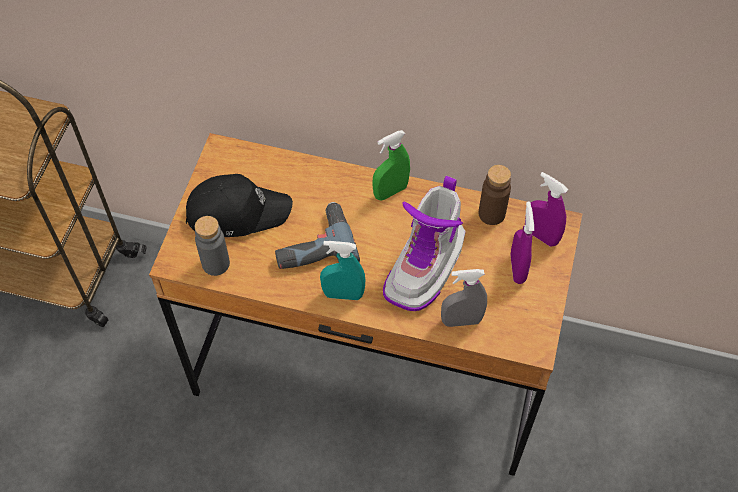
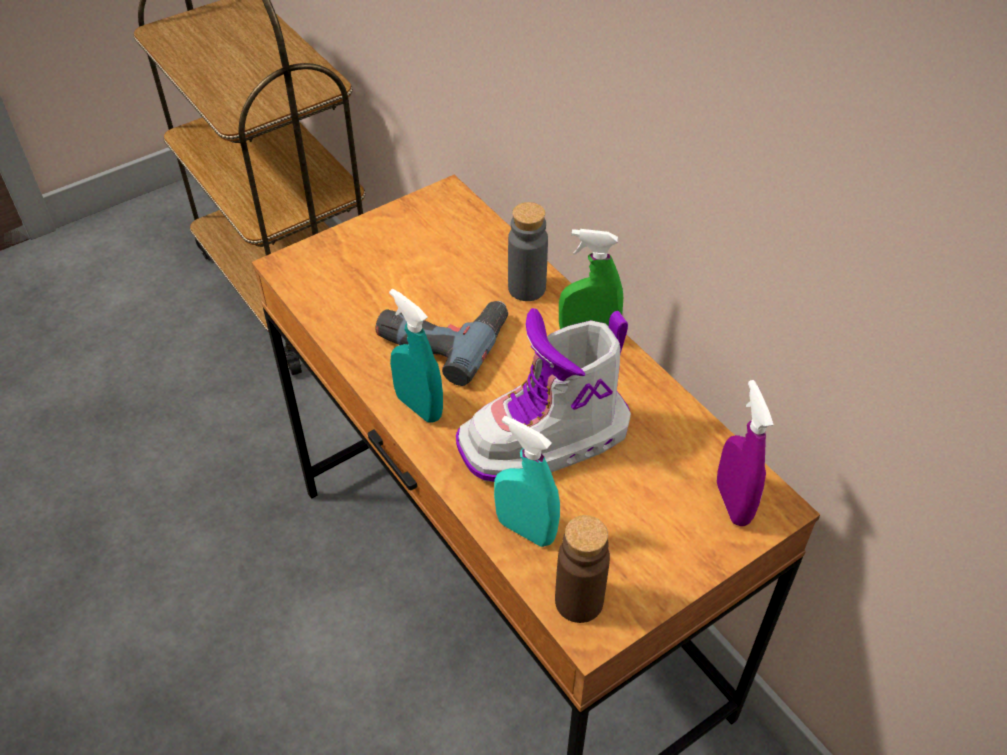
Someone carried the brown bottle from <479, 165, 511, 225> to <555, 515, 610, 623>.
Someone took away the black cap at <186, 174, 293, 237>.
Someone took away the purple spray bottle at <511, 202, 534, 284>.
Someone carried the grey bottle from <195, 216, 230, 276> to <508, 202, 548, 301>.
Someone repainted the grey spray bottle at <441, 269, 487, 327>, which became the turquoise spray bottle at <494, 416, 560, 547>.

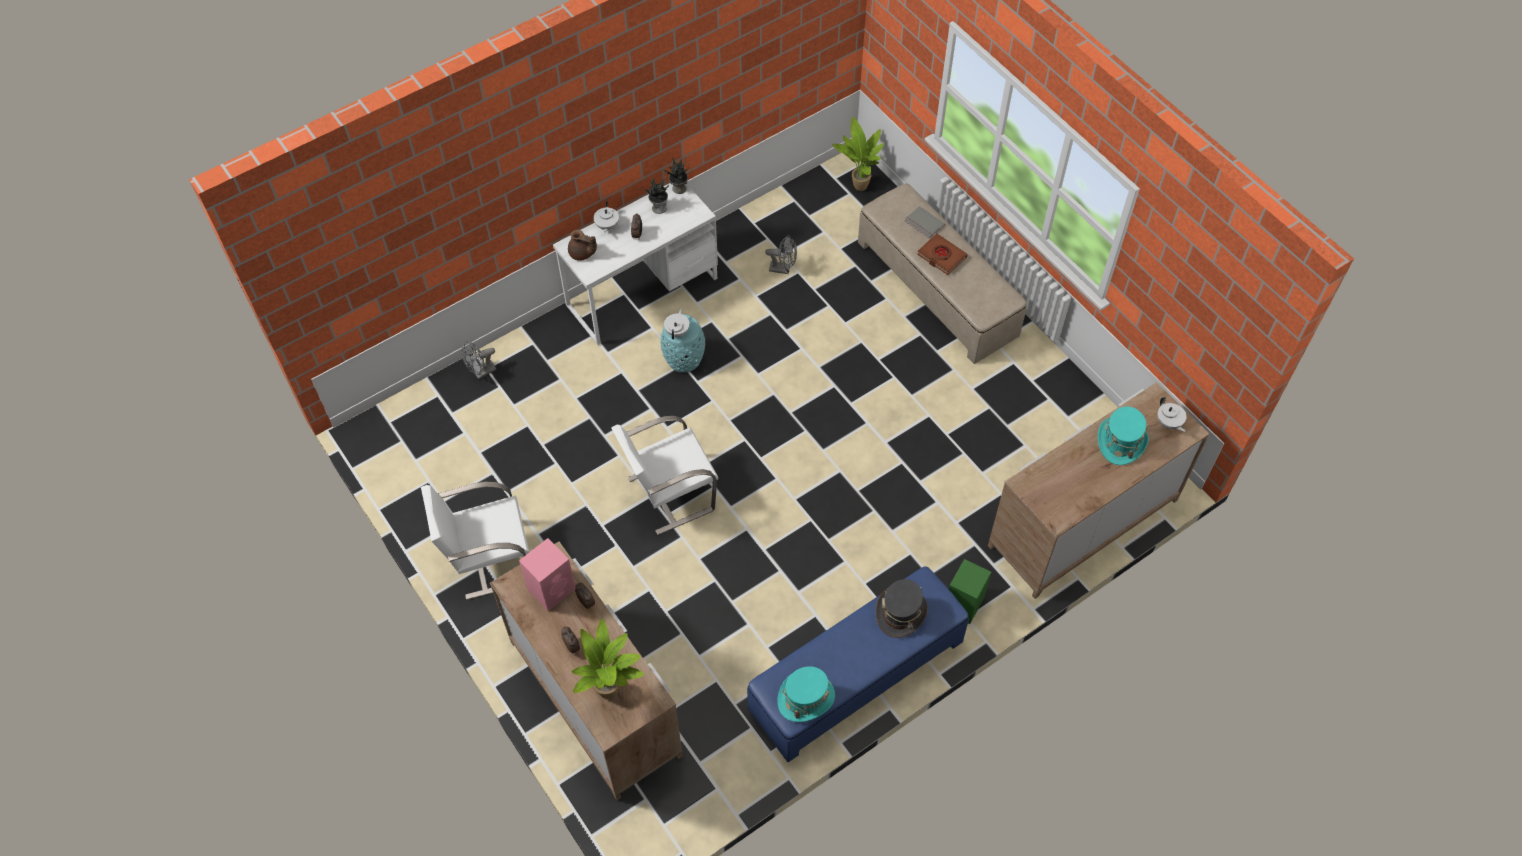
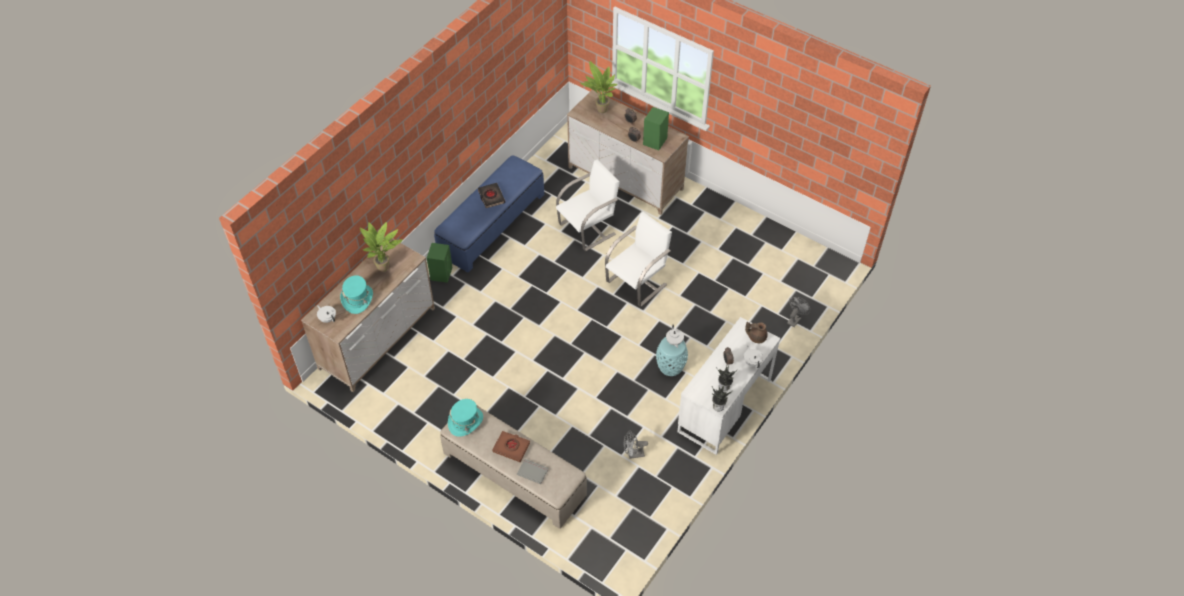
Someone carried the potted plant from <832, 117, 884, 191> to <360, 222, 403, 272>.
Someone carried the white chair from <421, 482, 530, 600> to <556, 159, 620, 251>.
Someone repainted the pink speaker at <519, 538, 576, 611>, which became the green speaker at <643, 107, 669, 150>.
Someone took away the grey hat at <876, 579, 928, 638>.
Someone carried the turquoise hat from <777, 666, 835, 722> to <448, 399, 483, 437>.
Someone put down the black book at <478, 183, 505, 208>.

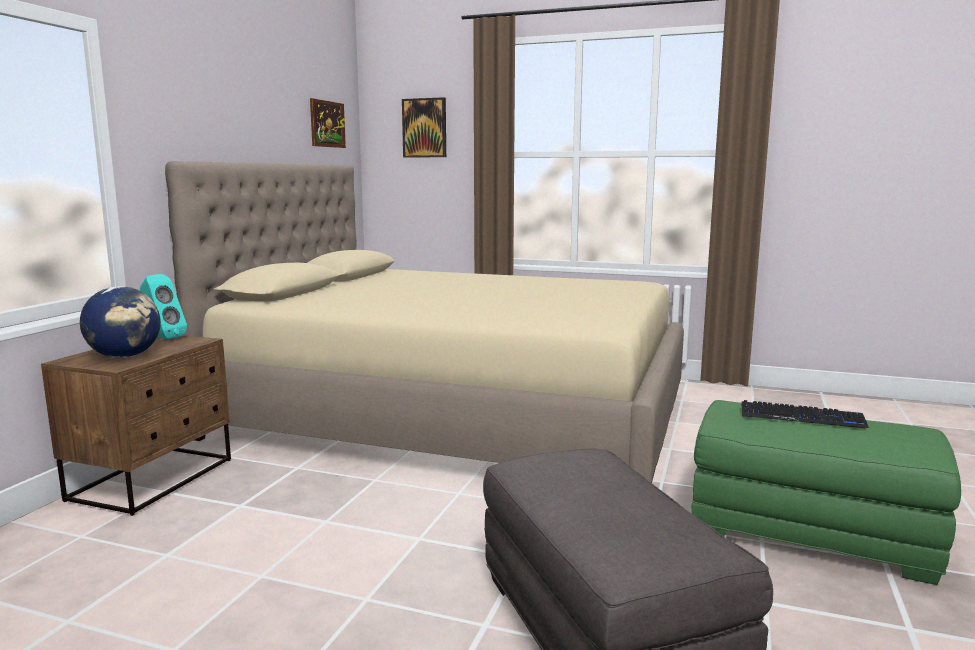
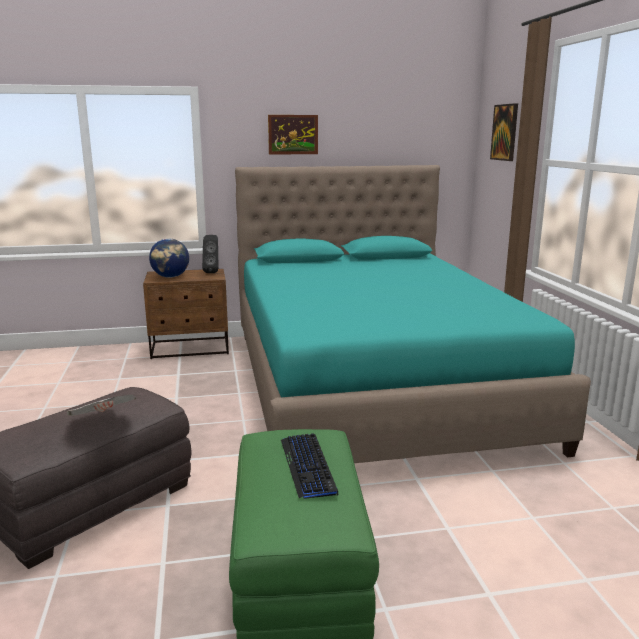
Someone carried the picture from <310, 98, 346, 148> to <268, 115, 318, 155>.
Someone repainted the beige bed at <165, 161, 684, 483>, which became the turquoise bed at <235, 165, 591, 463>.
Someone repainted the turquoise speaker at <140, 274, 187, 339>, which became the black speaker at <202, 235, 219, 273>.
Someone put down the newspaper at <66, 395, 137, 416>.

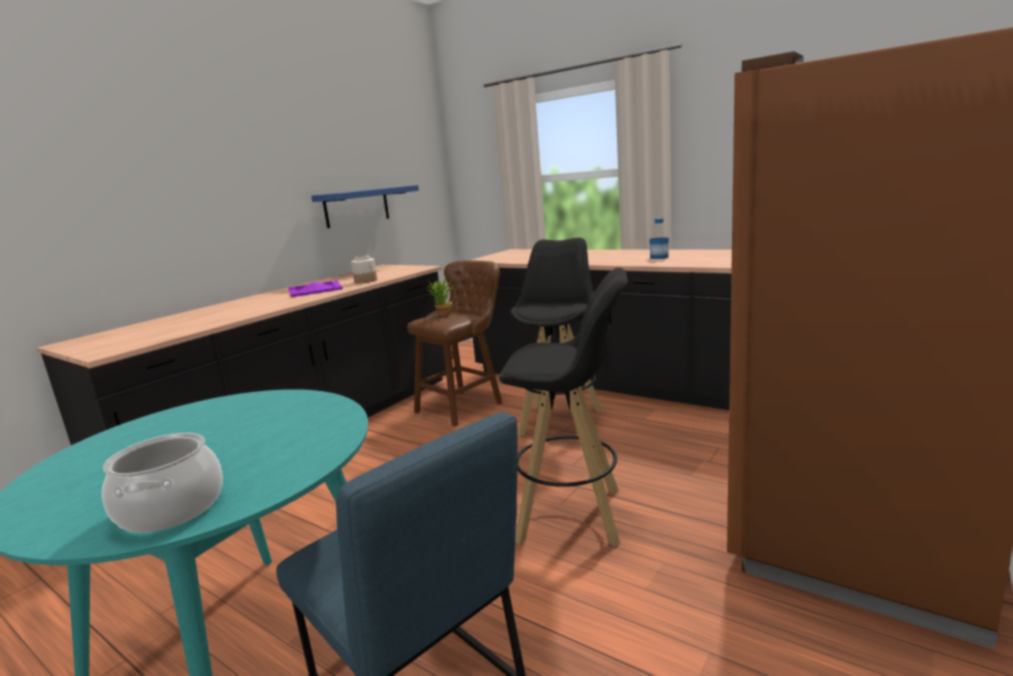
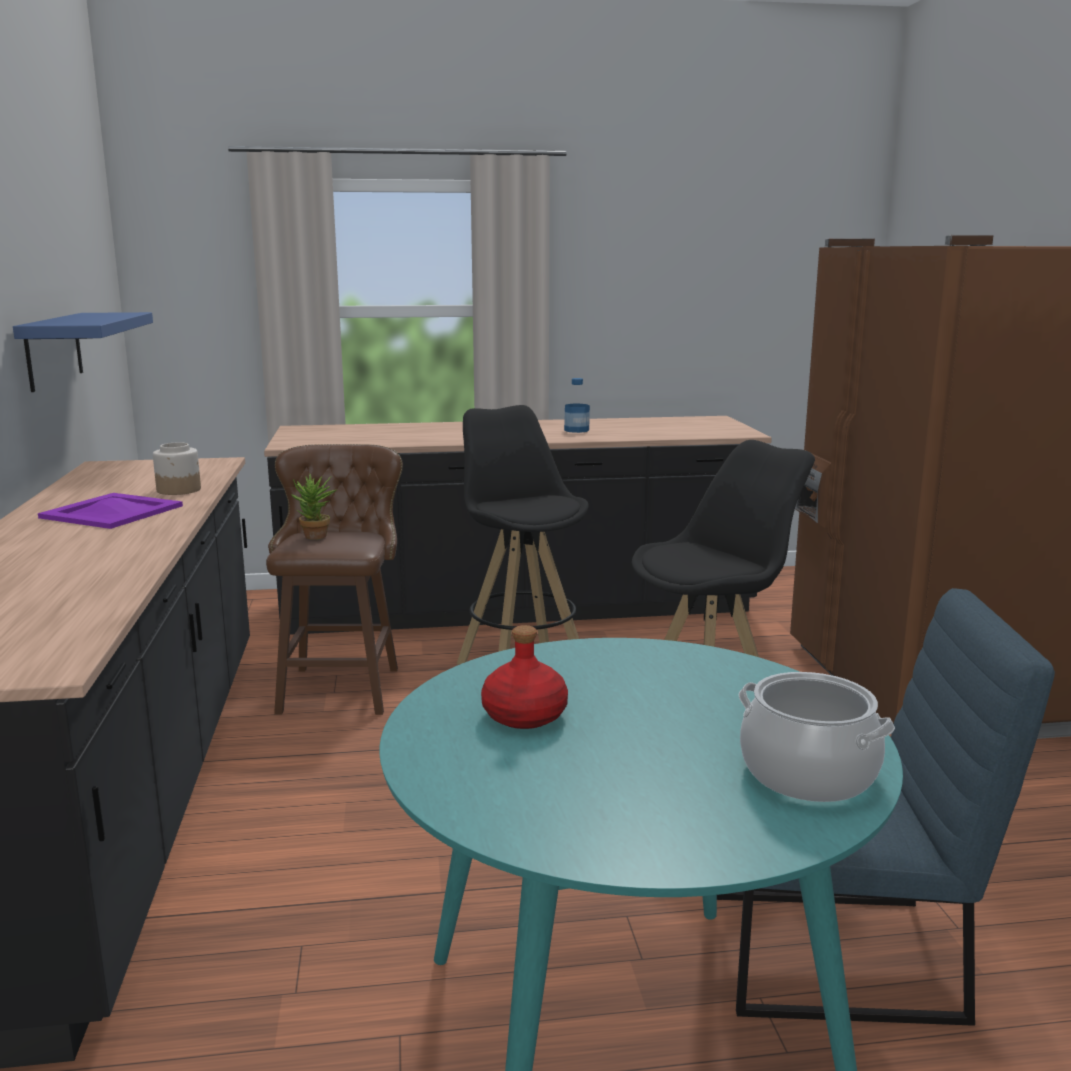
Someone put down the red bottle at <481, 625, 568, 729>.

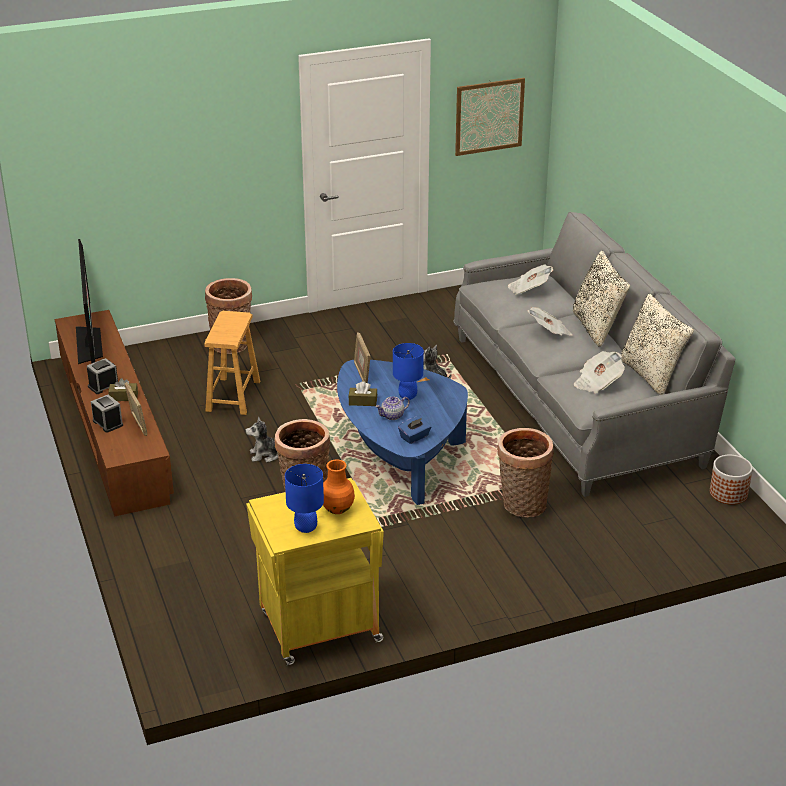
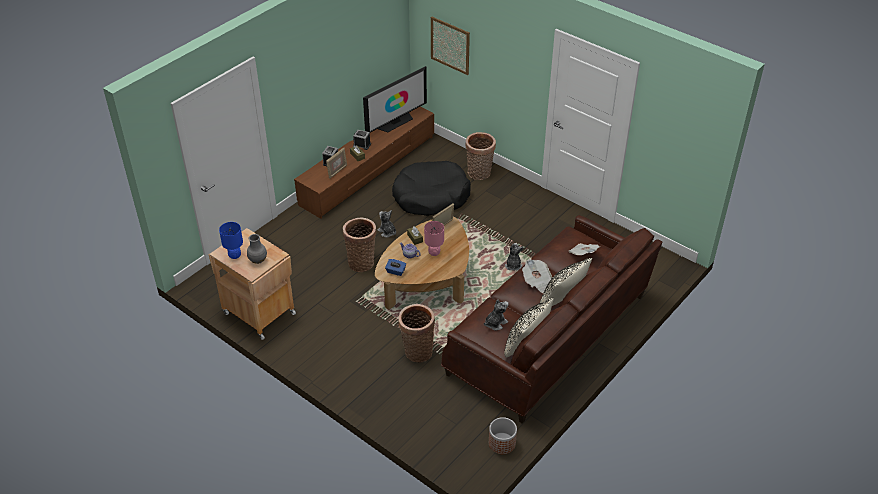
Someone carried the picture from <455, 78, 525, 156> to <431, 16, 470, 75>.
Someone repainted the grey sofa at <453, 212, 735, 497>, which became the brown sofa at <441, 215, 662, 424>.
Someone swapped the brown stool at <204, 311, 260, 415> for the black dog bed at <392, 161, 471, 216>.
Someone repainted the blue table lamp at <393, 343, 424, 400>, which became the pink table lamp at <424, 221, 444, 256>.
Someone swapped the newspaper at <574, 351, 625, 394> for the plush toy at <484, 299, 509, 330>.
Someone repainted the blue coffee table at <337, 360, 468, 505>, which became the brown coffee table at <375, 217, 469, 310>.
Someone repainted the orange vase at <323, 460, 355, 514>, which became the grey vase at <247, 234, 267, 264>.
Someone repainted the yellow cart at <246, 478, 384, 665>, which became the brown cart at <209, 228, 296, 340>.

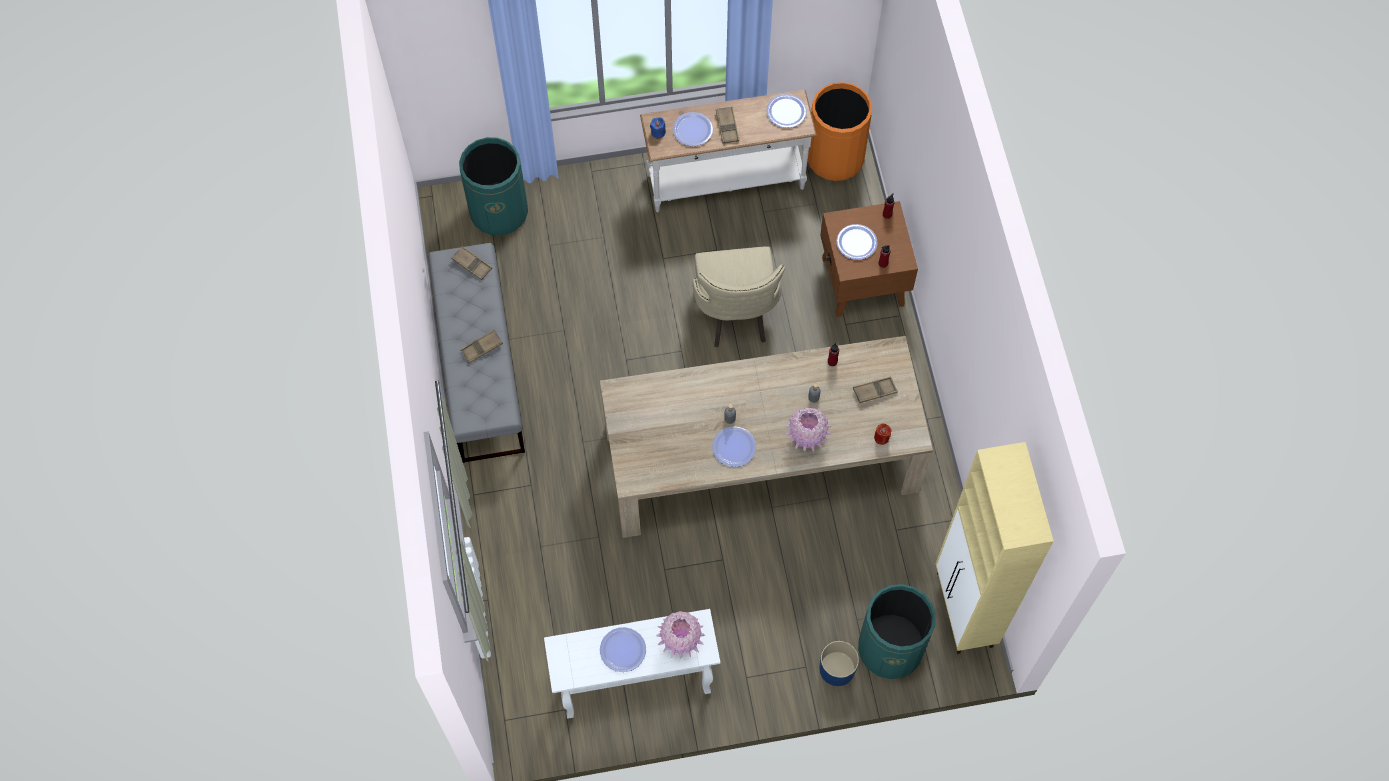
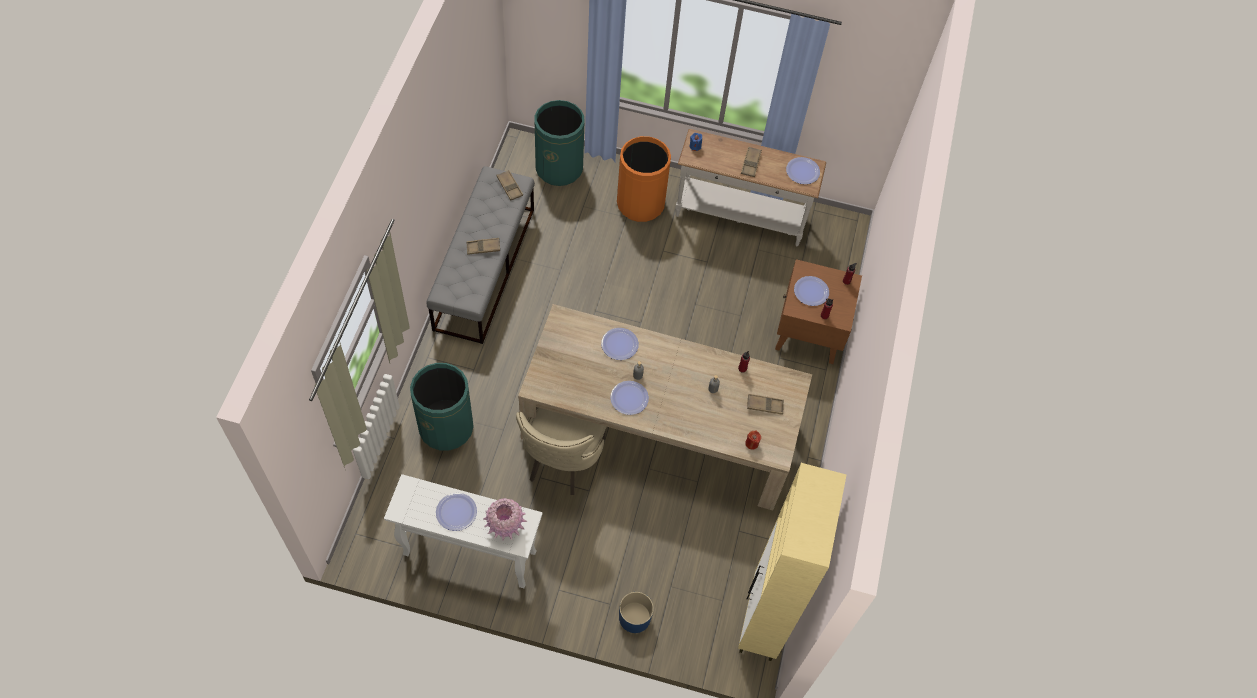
Someone carried the orange trash can from <808, 82, 872, 181> to <617, 136, 671, 222>.
Someone carried the plate from <673, 112, 713, 146> to <601, 328, 639, 360>.
Someone carried the beige chair from <693, 246, 785, 347> to <516, 407, 606, 495>.
Someone took away the pink vase at <785, 408, 831, 451>.
Someone carried the green trash can from <858, 584, 936, 679> to <410, 363, 474, 451>.

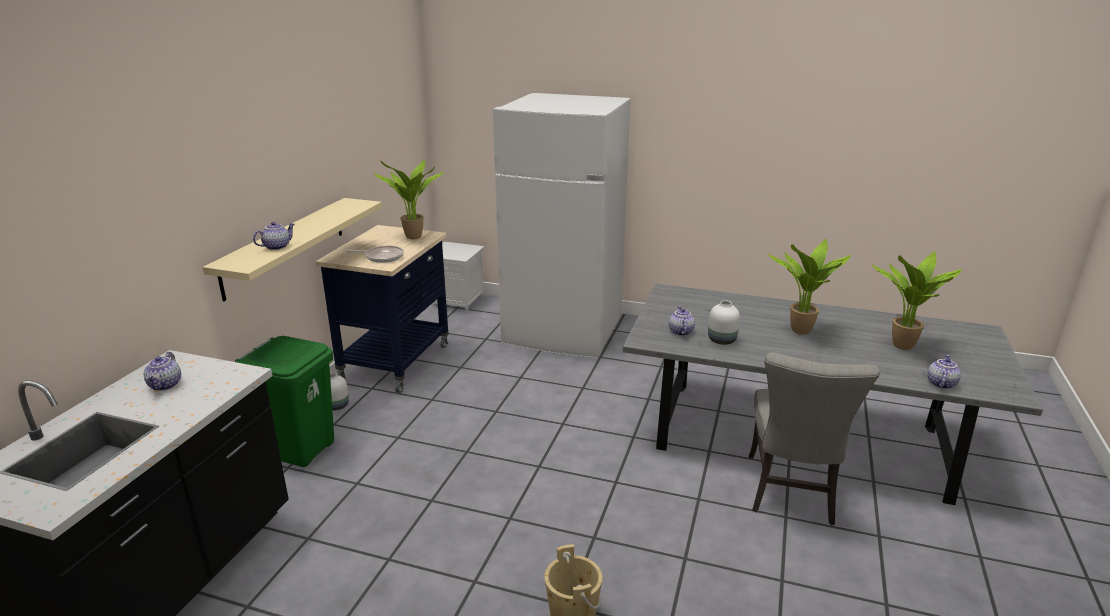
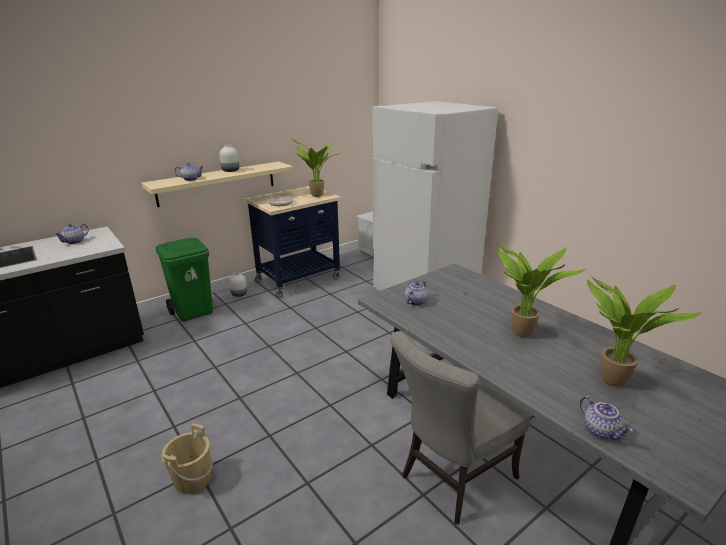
Someone carried the white vase from <708, 300, 740, 345> to <219, 145, 239, 172>.
Someone rotated the teapot at <927, 355, 961, 389> by 90 degrees clockwise.

